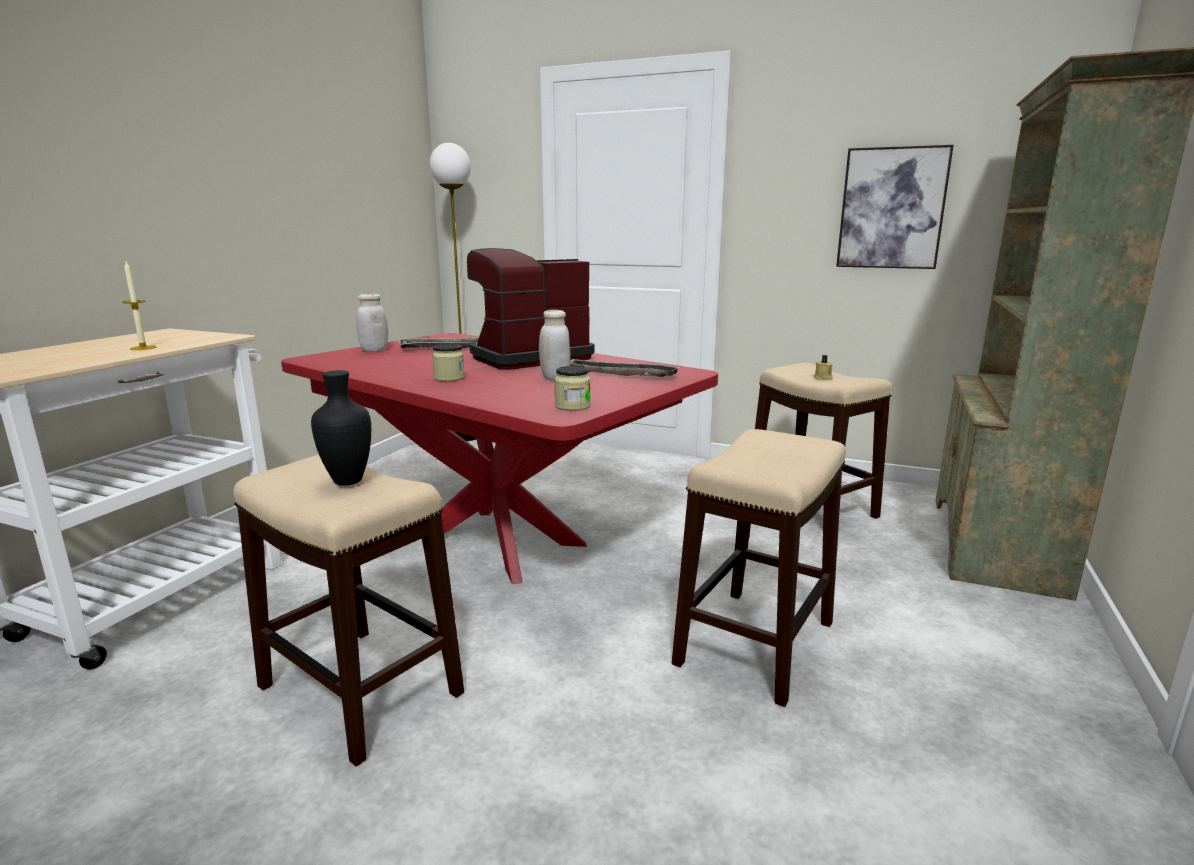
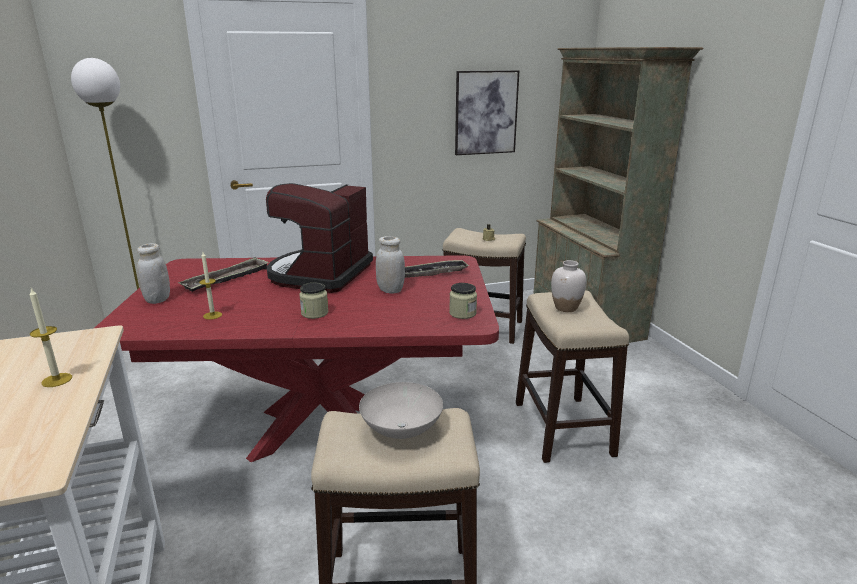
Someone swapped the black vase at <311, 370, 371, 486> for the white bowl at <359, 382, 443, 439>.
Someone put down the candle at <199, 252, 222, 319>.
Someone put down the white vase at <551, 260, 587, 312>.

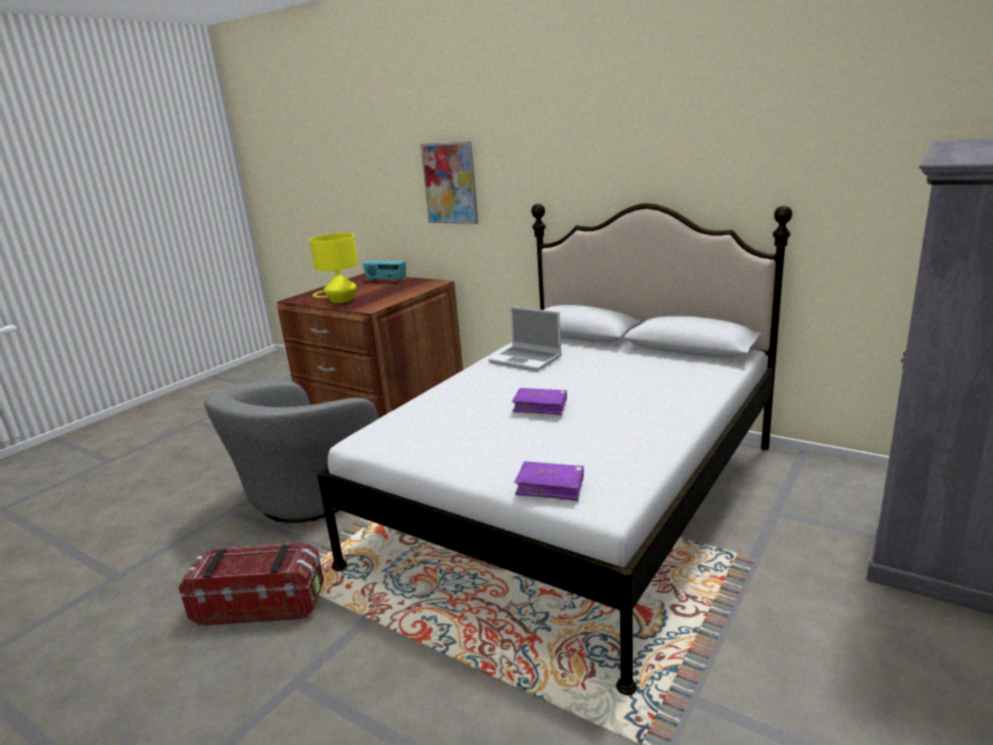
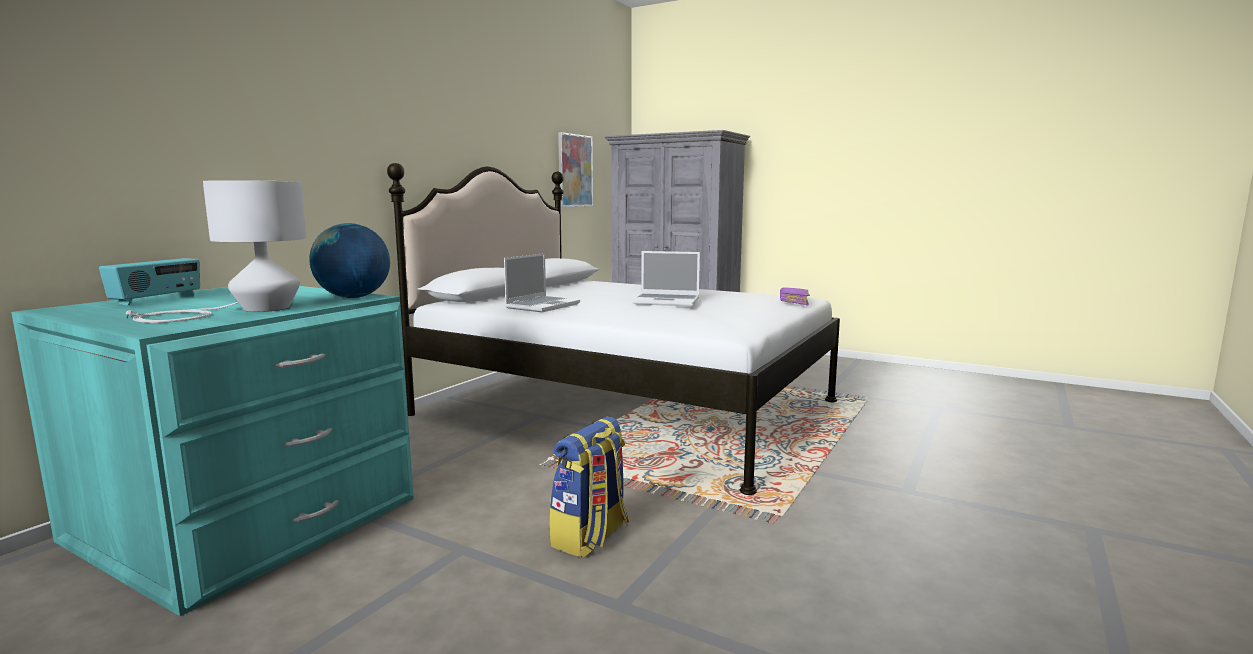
Someone carried the picture from <420, 141, 478, 224> to <558, 132, 593, 207>.
Someone repainted the yellow table lamp at <309, 233, 358, 303>, which became the grey table lamp at <126, 180, 306, 323>.
Someone repainted the brown dresser at <277, 273, 463, 419>, which became the turquoise dresser at <11, 286, 414, 616>.
Someone swapped the grey armchair at <204, 379, 378, 523> for the backpack at <549, 417, 629, 557>.
Someone swapped the purple book at <512, 388, 567, 415> for the laptop at <632, 251, 700, 306>.
Someone took away the storage box at <179, 543, 324, 626>.
Someone put down the globe at <309, 223, 390, 298>.

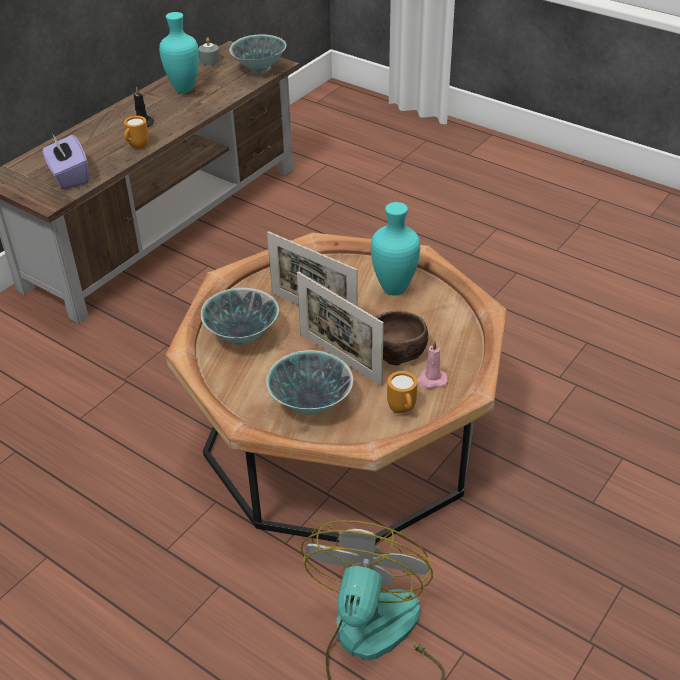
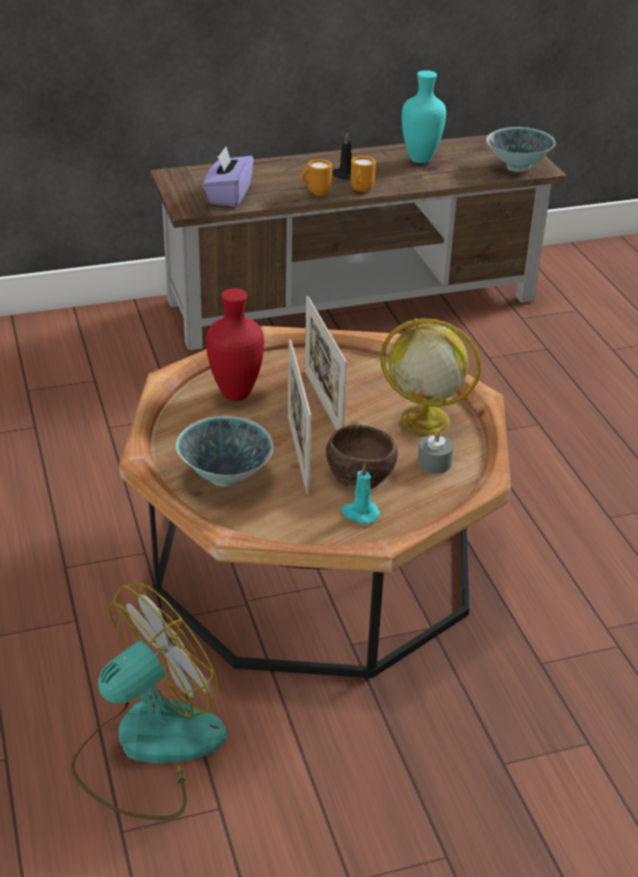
Someone carried the grey candle from <199, 37, 220, 65> to <418, 430, 454, 474>.
Someone swapped the turquoise vase at <371, 202, 420, 296> for the globe at <380, 318, 481, 435>.
Someone swapped the bowl at <201, 288, 279, 345> for the red vase at <206, 288, 264, 401>.
Someone repainted the pink candle at <417, 340, 448, 389>, which became the turquoise candle at <341, 463, 380, 524>.
Someone carried the orange mug from <387, 371, 417, 413> to <351, 156, 376, 192>.

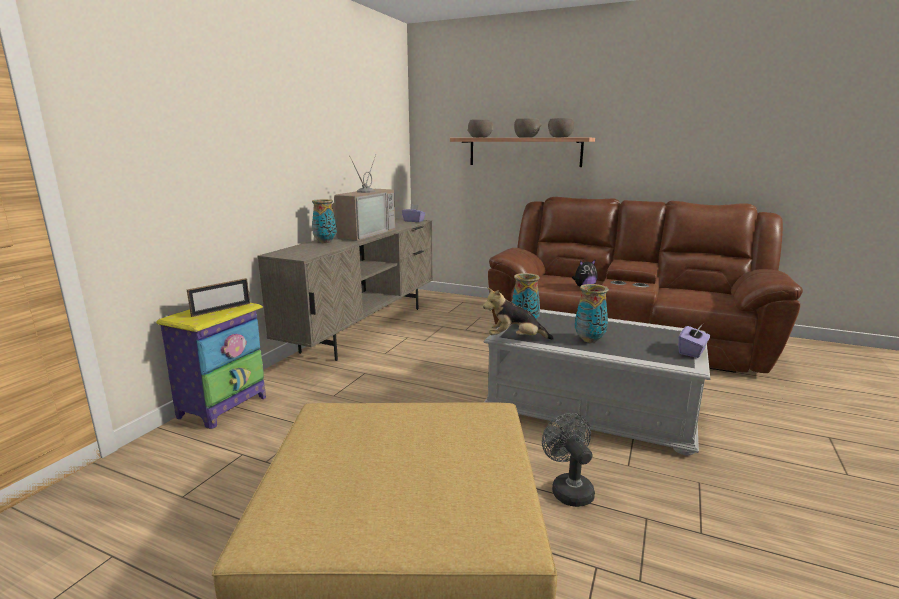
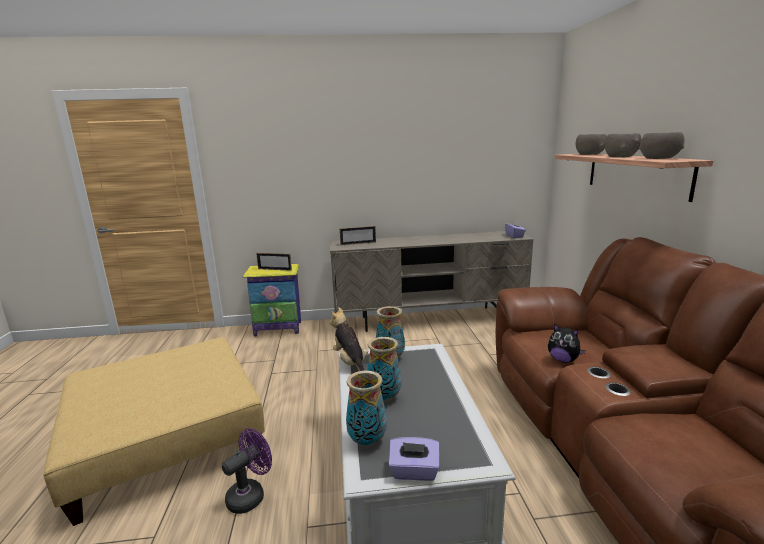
Someone took away the television at <332, 155, 395, 241>.
Someone carried the vase from <312, 199, 337, 243> to <346, 371, 387, 447>.
Someone repainted the grey fan at <542, 413, 595, 507>, which became the purple fan at <222, 428, 272, 514>.
Someone put down the picture frame at <340, 226, 376, 245>.

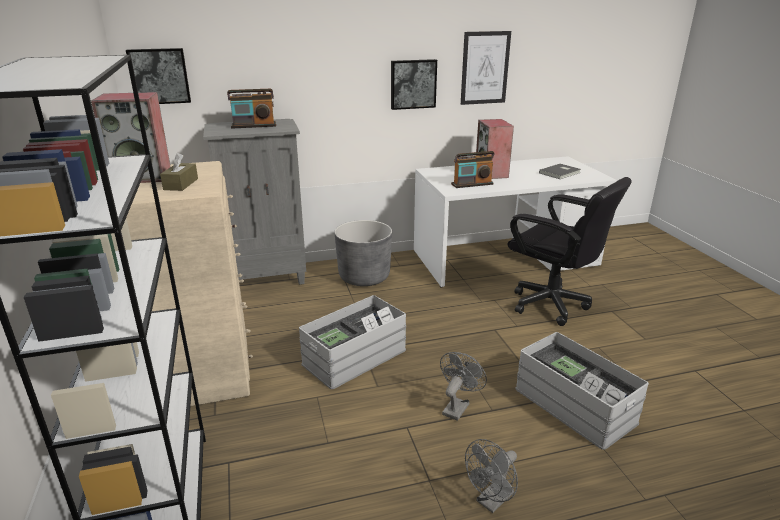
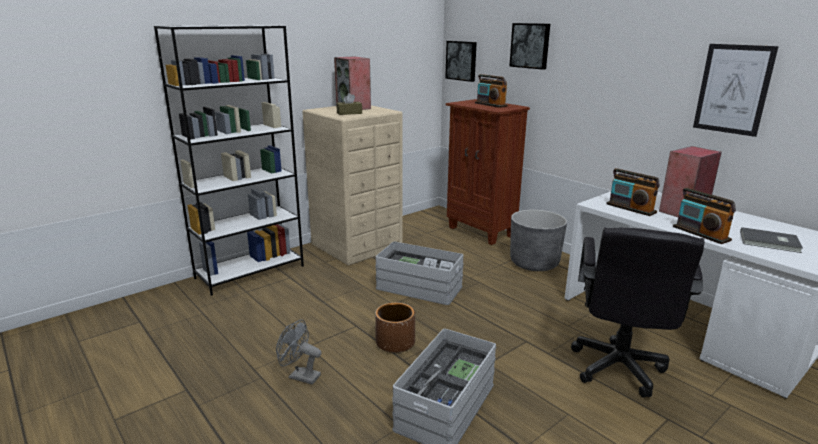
Someone carried the picture from <391, 59, 437, 110> to <509, 23, 550, 70>.
Someone repainted the grey cabinet at <203, 119, 306, 285>, which became the brown cabinet at <446, 99, 530, 245>.
Someone swapped the grey fan at <440, 352, 487, 421> for the brown planter at <375, 302, 415, 353>.
Someone put down the radio at <673, 187, 736, 244>.

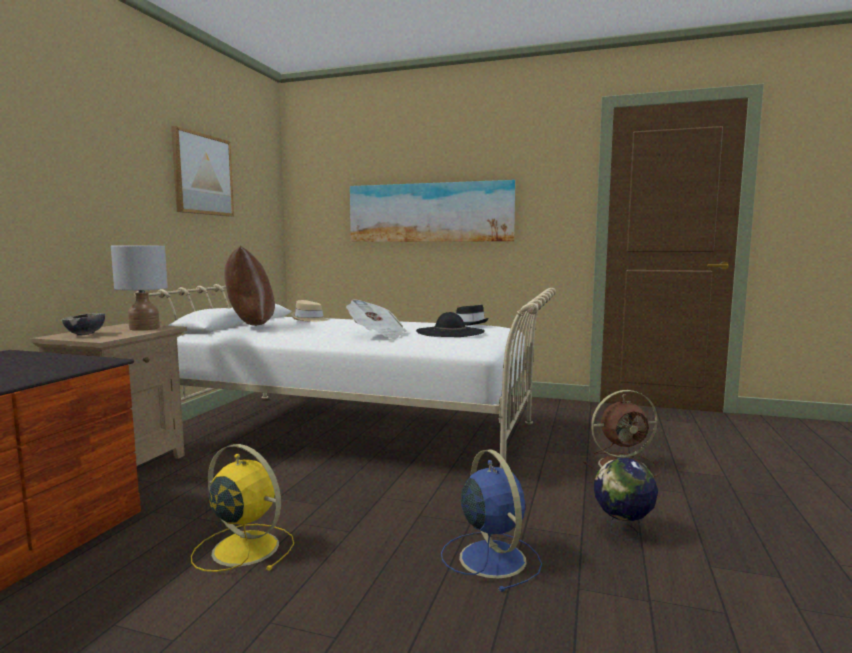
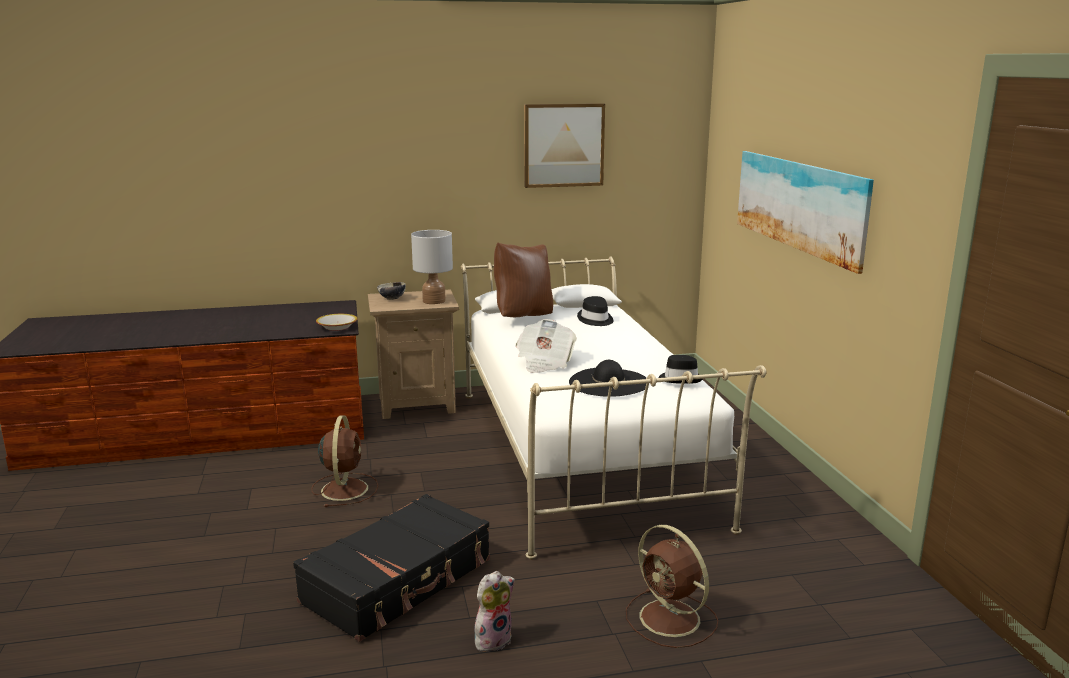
Someone repainted the beige hat at <291, 300, 328, 322>, which became the black hat at <577, 296, 614, 326>.
Someone repainted the yellow fan at <191, 444, 294, 572>, which became the brown fan at <311, 416, 378, 507>.
Someone swapped the blue fan at <441, 449, 542, 592> for the black suitcase at <293, 494, 490, 642>.
Someone swapped the globe at <593, 458, 658, 541> for the plush toy at <474, 571, 515, 652>.
Someone put down the bowl at <316, 314, 357, 331>.

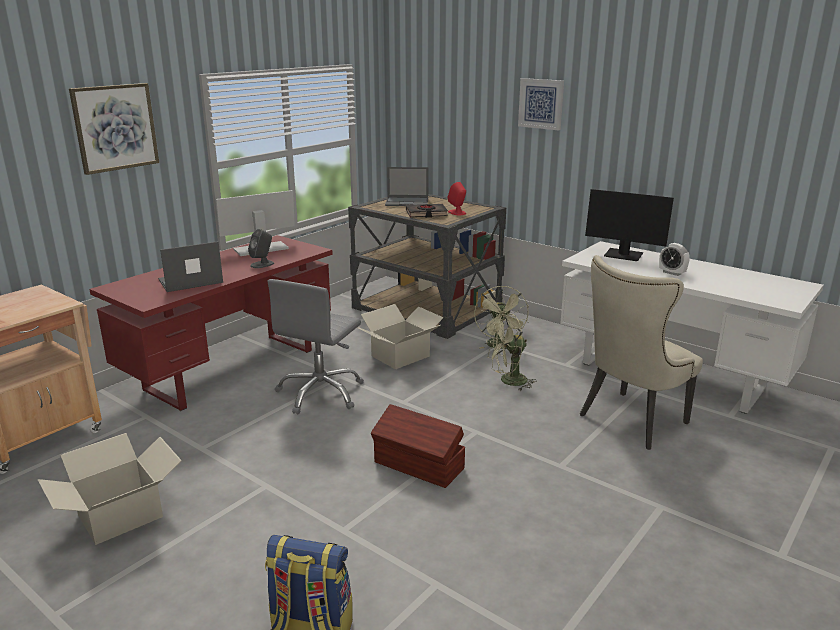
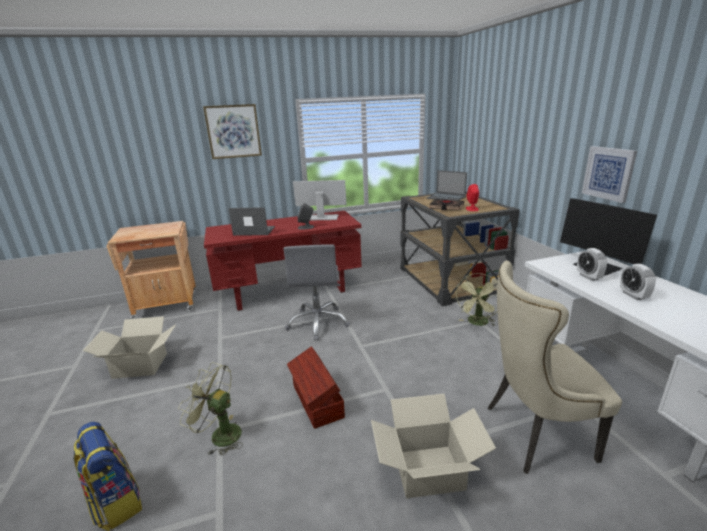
Someone carried the picture from <518, 78, 564, 130> to <582, 146, 637, 203>.
Someone rotated the grey office chair at <267, 279, 364, 415> by 60 degrees counterclockwise.
Someone carried the cardboard box from <357, 304, 444, 369> to <371, 394, 496, 498>.
Someone carried the green fan from <486, 314, 537, 391> to <178, 362, 243, 456>.
Someone put down the alarm clock at <577, 248, 607, 281>.

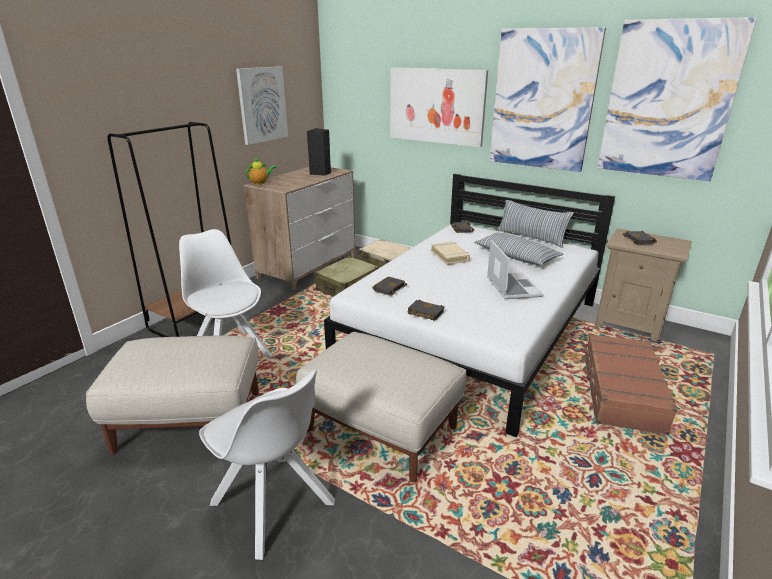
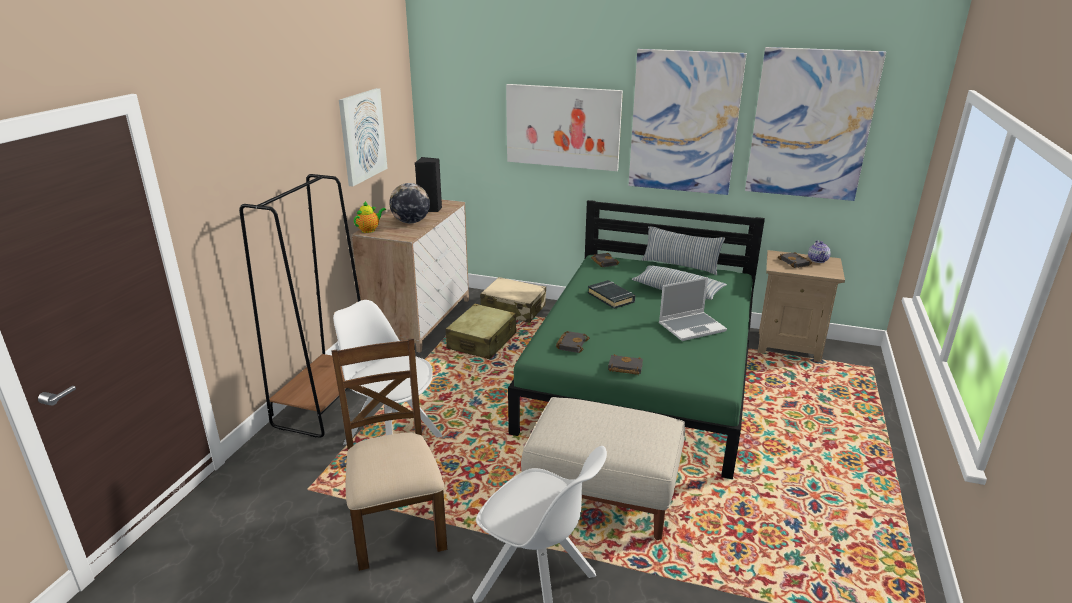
Someone repainted the white bed at <324, 174, 615, 437>, which became the green bed at <508, 200, 765, 479>.
Someone rotated the laptop at <487, 240, 544, 299> by 90 degrees clockwise.
Someone repainted the beige book at <431, 241, 470, 265>, which became the black book at <588, 280, 635, 309>.
Someone took away the brown suitcase at <581, 334, 678, 435>.
Someone swapped the beige ottoman at <86, 335, 259, 455> for the brown chair at <331, 338, 447, 571>.
Someone put down the globe at <389, 183, 430, 223>.
Someone put down the teapot at <808, 240, 831, 263>.

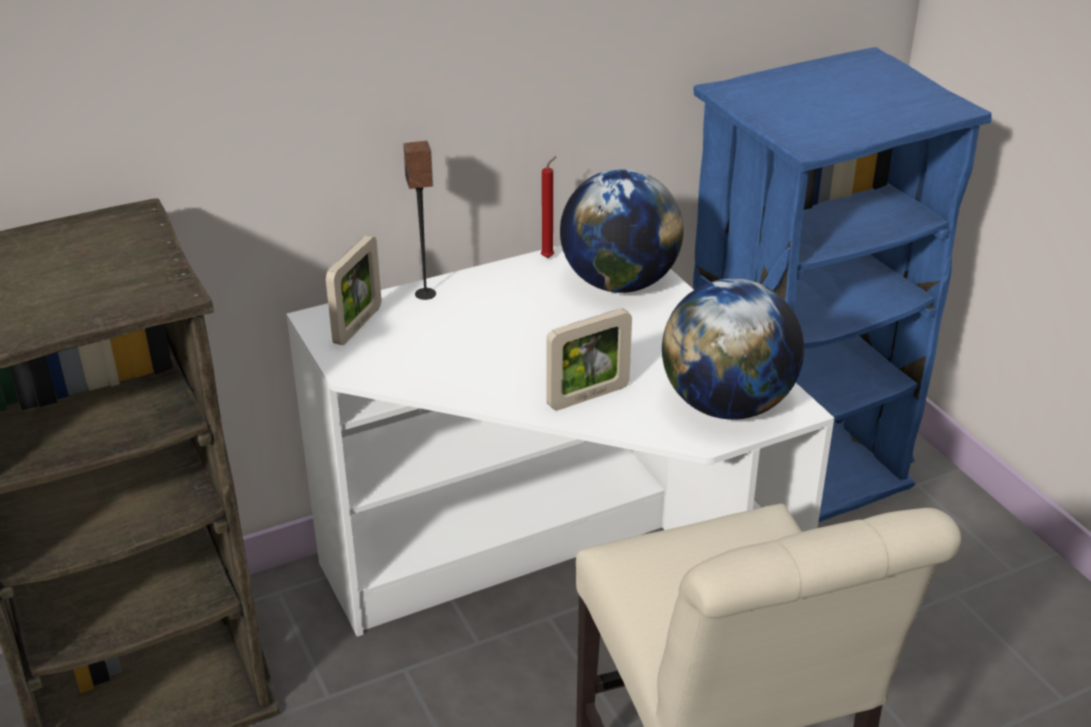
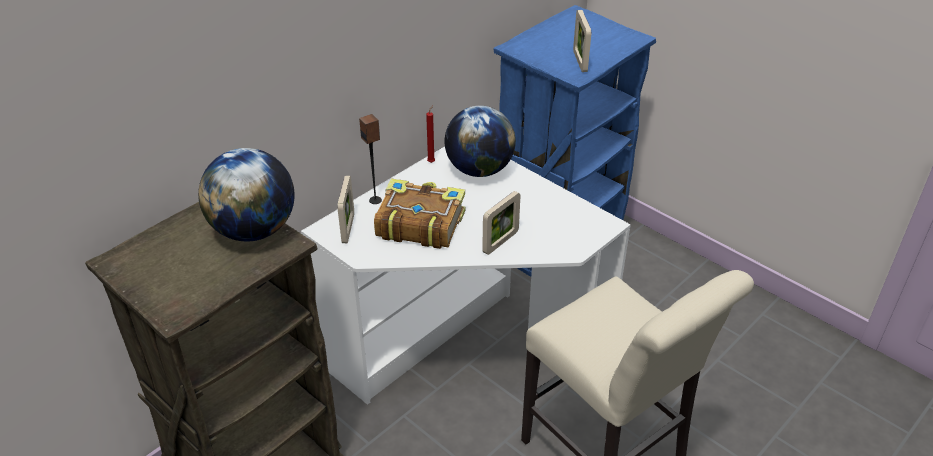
Someone carried the globe from <662, 278, 804, 420> to <198, 148, 295, 241>.
Someone put down the picture frame at <573, 10, 591, 72>.
Someone put down the book at <374, 178, 465, 249>.

